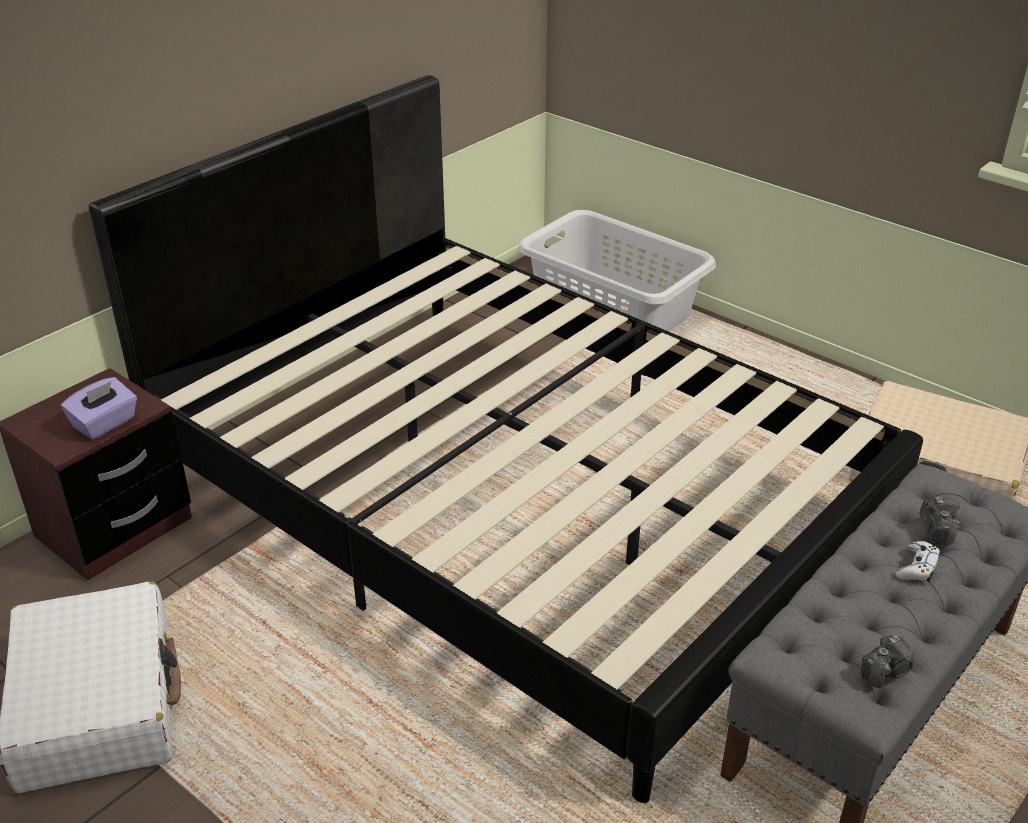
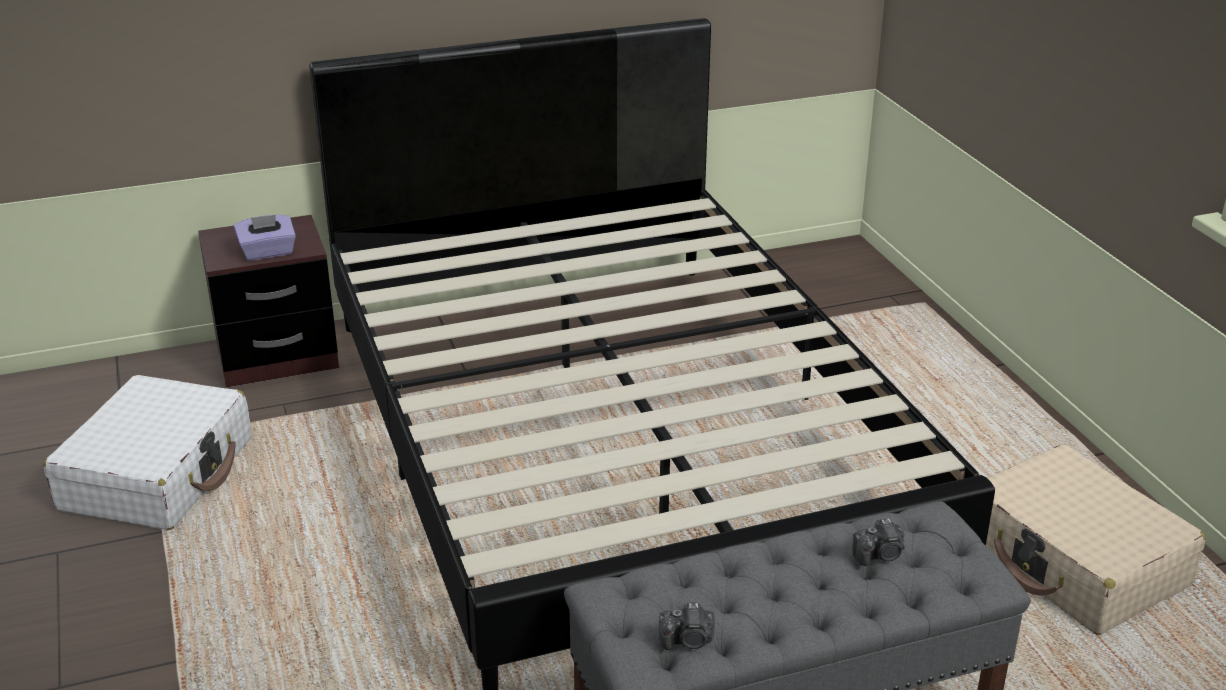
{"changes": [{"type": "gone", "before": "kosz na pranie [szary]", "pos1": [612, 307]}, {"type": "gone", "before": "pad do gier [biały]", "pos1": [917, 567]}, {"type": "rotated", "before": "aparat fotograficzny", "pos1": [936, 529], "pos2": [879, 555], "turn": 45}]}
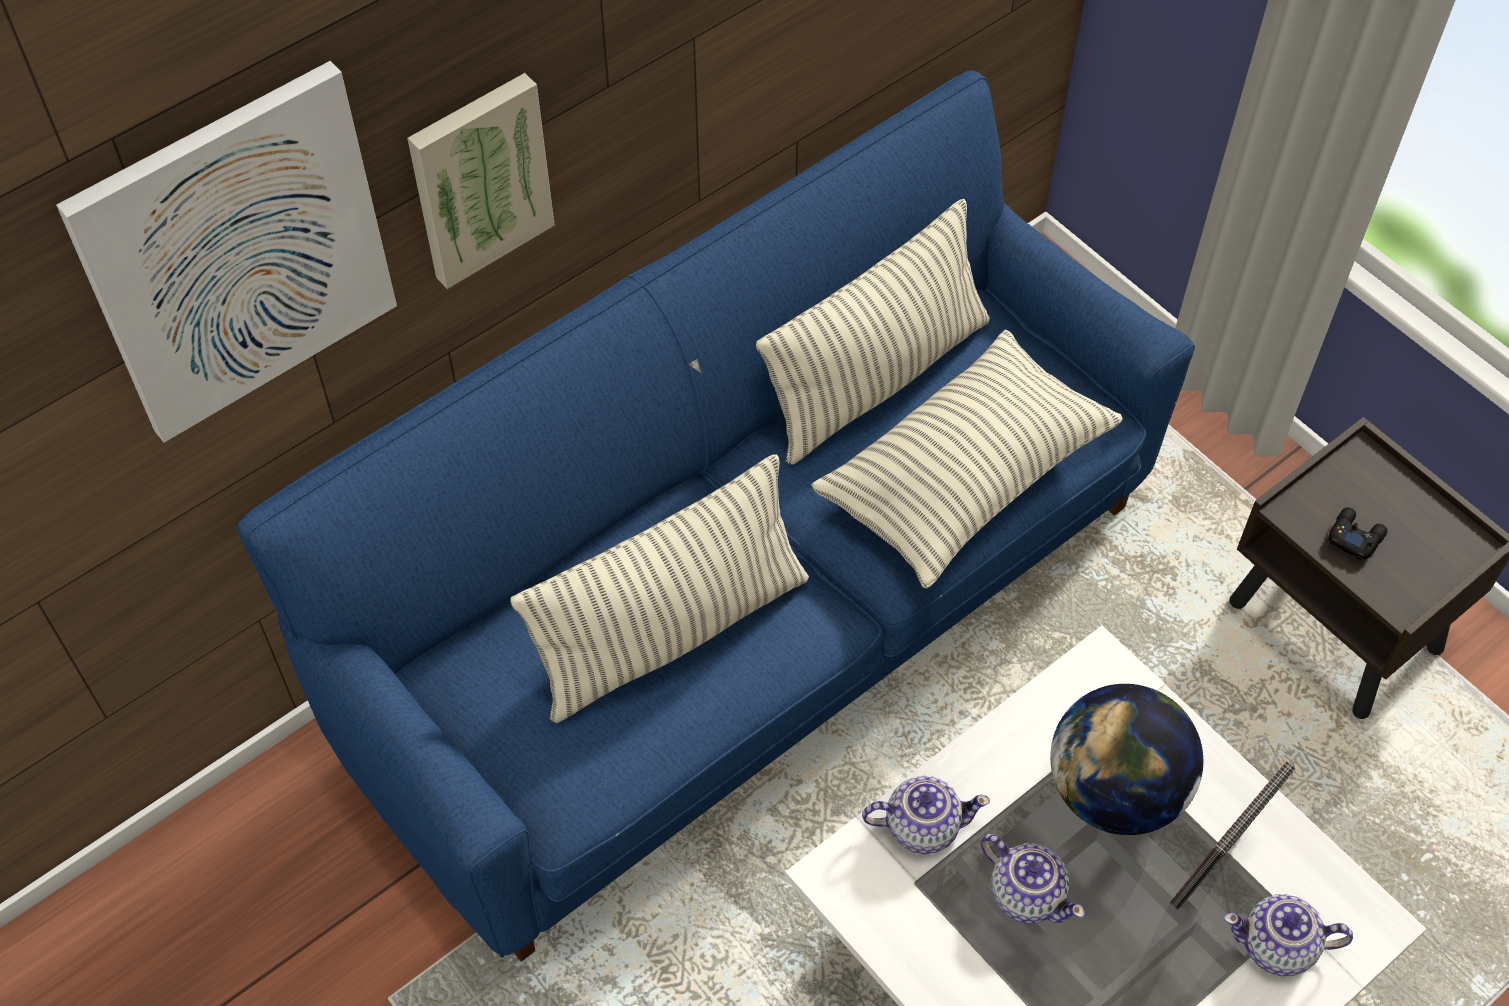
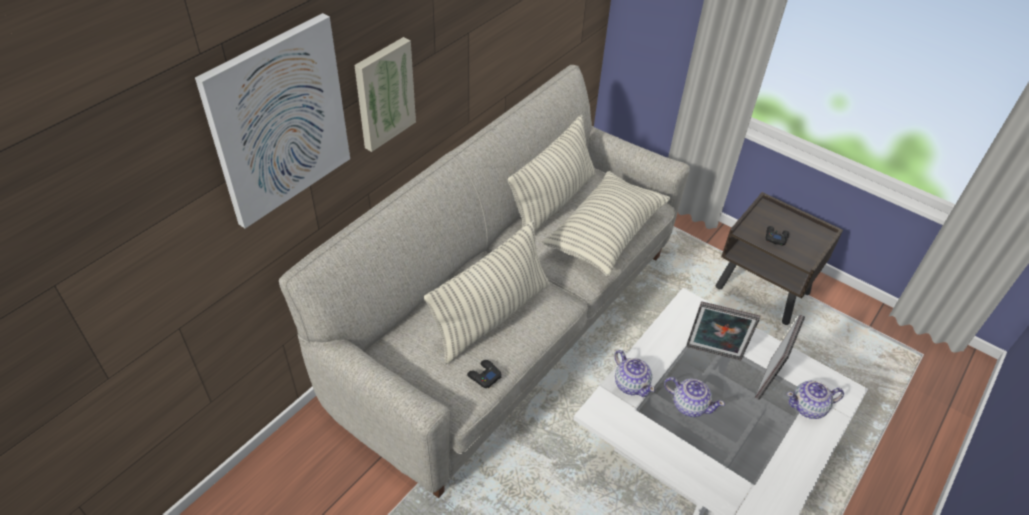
{"changes": [{"type": "new", "after": "pad do gier [czarny]", "pos2": [484, 376]}, {"type": "swapped", "before": "globus", "after": "ramka na zdjęcie", "pos1": [1115, 791], "pos2": [713, 354]}, {"type": "repainted", "before": "kanapa [niebieski]", "after": "kanapa [szary]", "pos1": [753, 621], "pos2": [510, 327]}, {"type": "rotated", "before": "imbryk", "pos1": [921, 825], "pos2": [631, 384], "turn": 75}]}
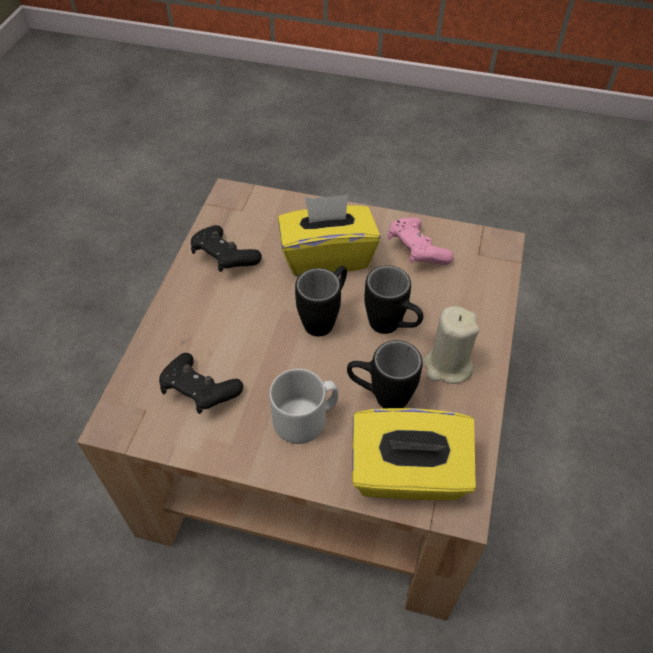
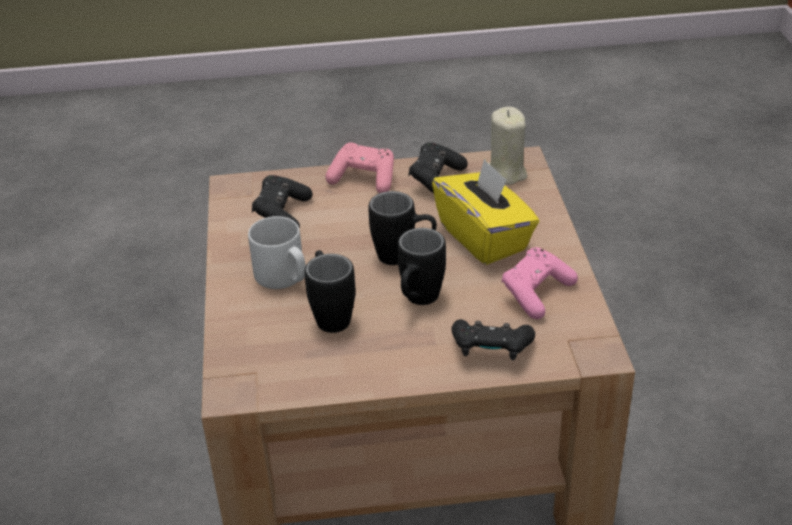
{"changes": [{"type": "gone", "before": "pudełko chusteczek [żółty]", "pos1": [408, 475]}, {"type": "new", "after": "pad do gier [różowy]", "pos2": [364, 179]}, {"type": "new", "after": "pad do gier [czarny]", "pos2": [491, 351]}, {"type": "shifted", "before": "świeca [beżowy]", "pos1": [447, 365], "pos2": [505, 173]}]}
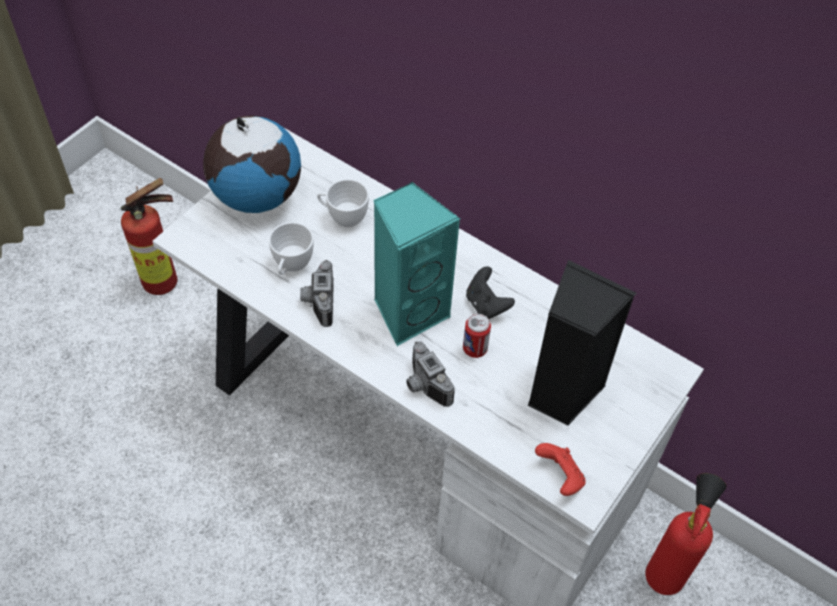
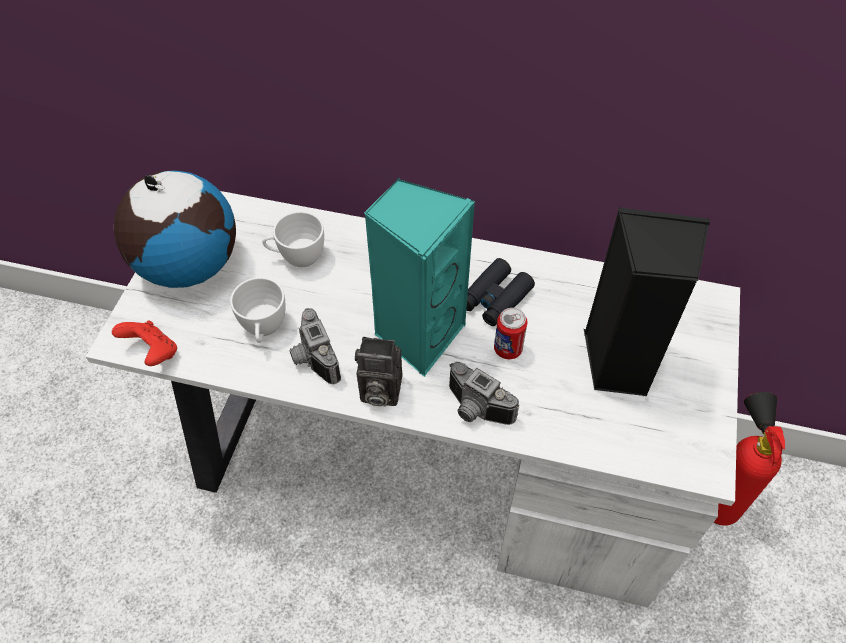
{"changes": [{"type": "gone", "before": "gaśnica", "pos1": [166, 282]}, {"type": "new", "after": "aparat fotograficzny", "pos2": [378, 391]}, {"type": "shifted", "before": "pad do gier [czerwony]", "pos1": [560, 477], "pos2": [153, 353]}, {"type": "swapped", "before": "pad do gier [czarny]", "after": "lornetka [czarny]", "pos1": [486, 305], "pos2": [495, 298]}]}
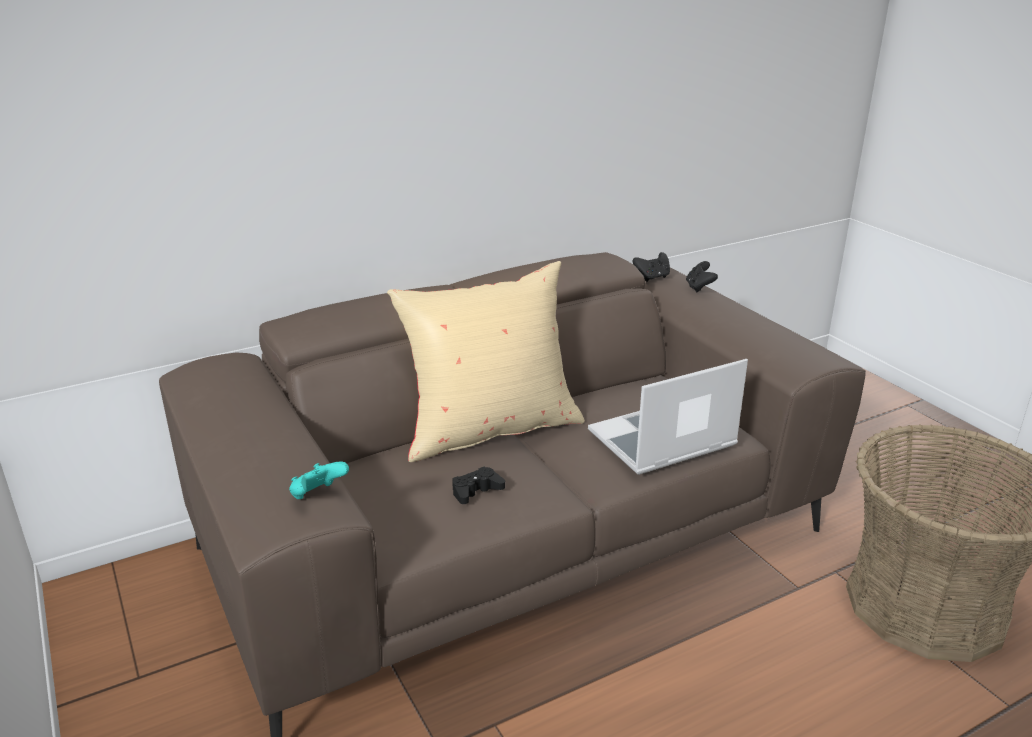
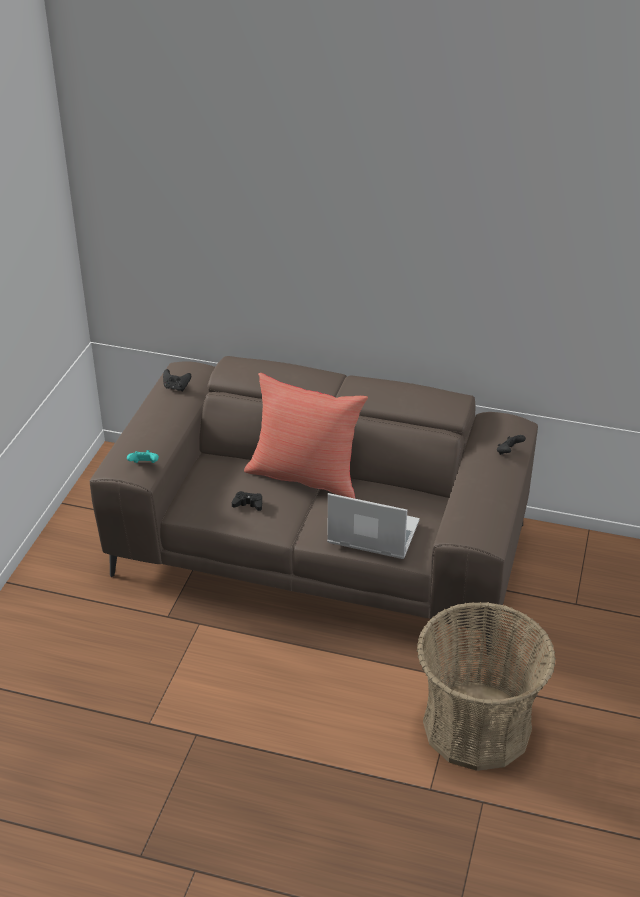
{"changes": [{"type": "shifted", "before": "pad do gier [czarny]", "pos1": [652, 277], "pos2": [176, 387]}, {"type": "repainted", "before": "poduszka [beżowy]", "after": "poduszka [czerwony]", "pos1": [490, 429], "pos2": [305, 476]}]}
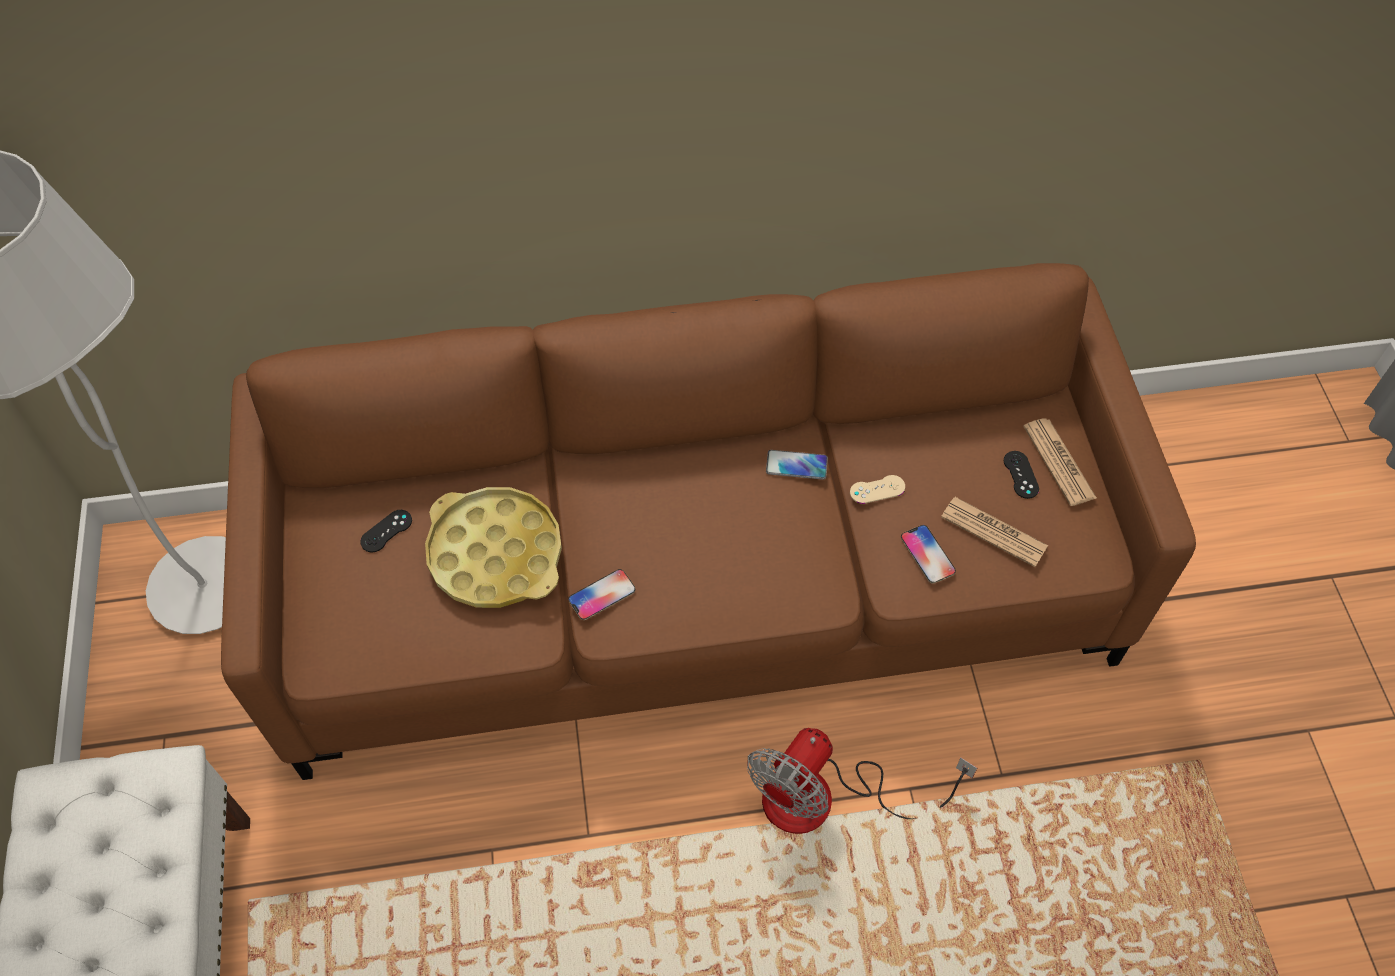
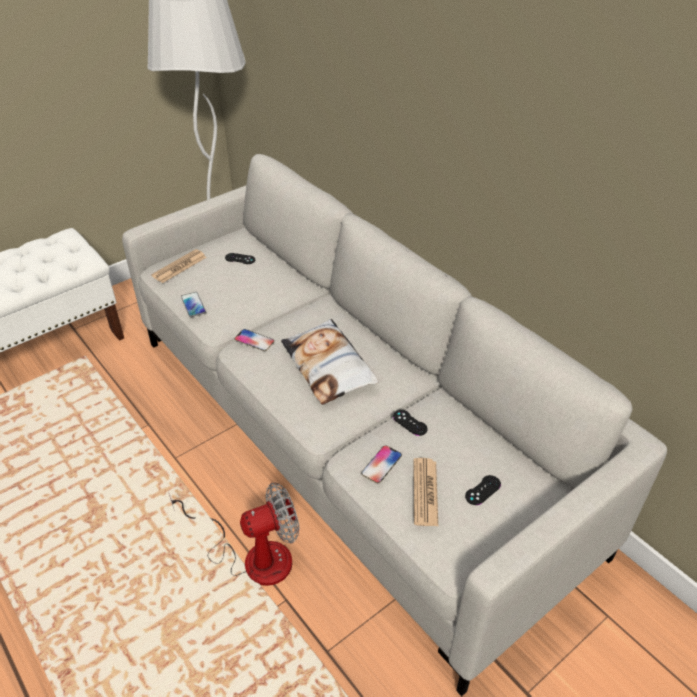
{"changes": [{"type": "gone", "before": "taca [żółty]", "pos1": [495, 554]}, {"type": "new", "after": "poduszka", "pos2": [329, 366]}, {"type": "shifted", "before": "telefon", "pos1": [796, 465], "pos2": [193, 305]}, {"type": "shifted", "before": "gazeta", "pos1": [1059, 462], "pos2": [179, 267]}, {"type": "repainted", "before": "kanapa [brązowy]", "after": "kanapa [szary]", "pos1": [697, 589], "pos2": [348, 438]}, {"type": "repainted", "before": "pad do gier [beżowy]", "after": "pad do gier [czarny]", "pos1": [877, 489], "pos2": [410, 423]}, {"type": "rotated", "before": "wentylator", "pos1": [824, 799], "pos2": [253, 556], "turn": 150}]}
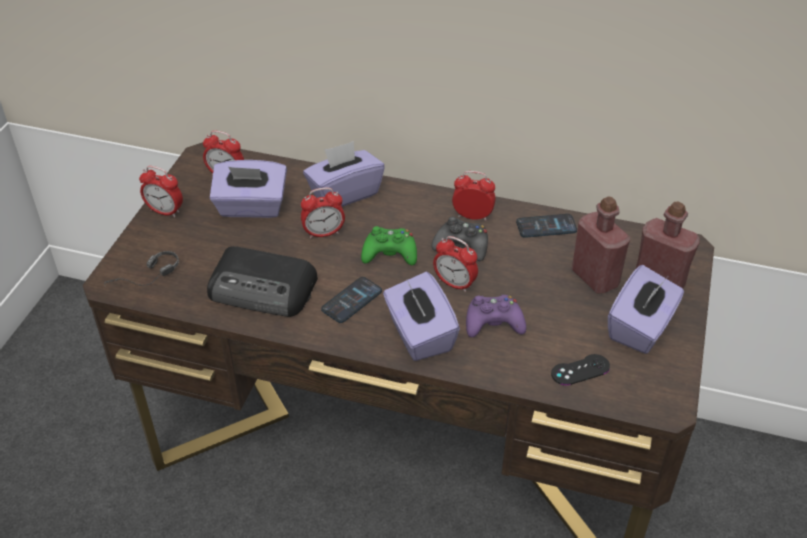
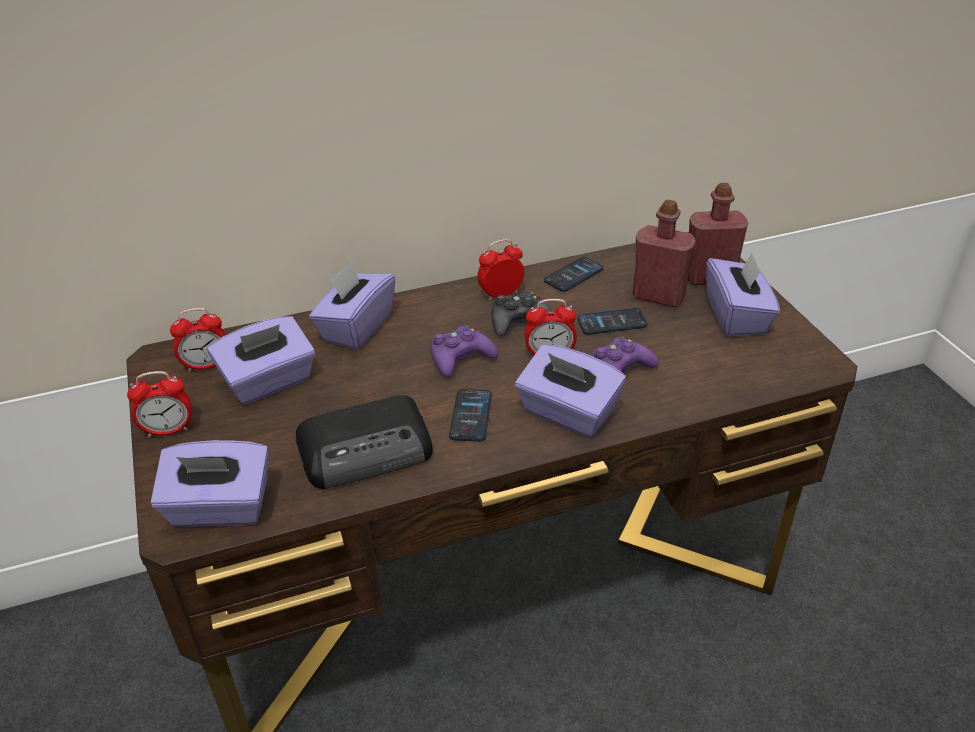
{"changes": [{"type": "gone", "before": "budzik", "pos1": [323, 233]}, {"type": "gone", "before": "pad do gier [czarny]", "pos1": [580, 370]}, {"type": "new", "after": "telefon", "pos2": [611, 322]}, {"type": "swapped", "before": "słuchawki", "after": "pudełko chusteczek [fioletowy]", "pos1": [146, 280], "pos2": [220, 508]}, {"type": "repainted", "before": "pad do gier [zielony]", "after": "pad do gier [fioletowy]", "pos1": [390, 253], "pos2": [460, 358]}]}
